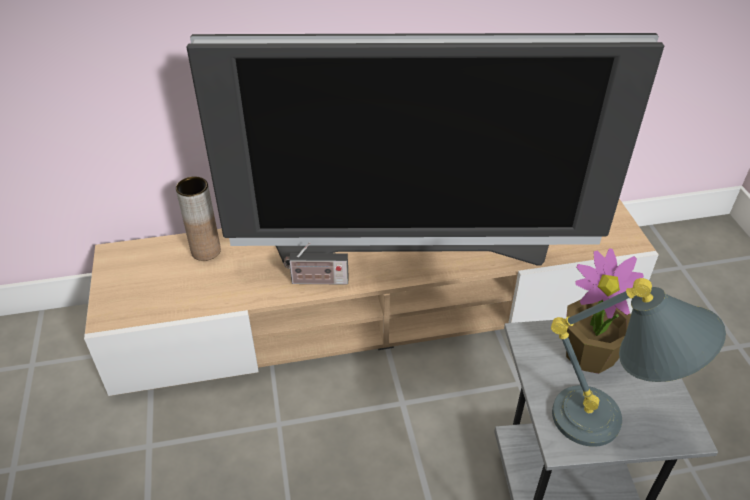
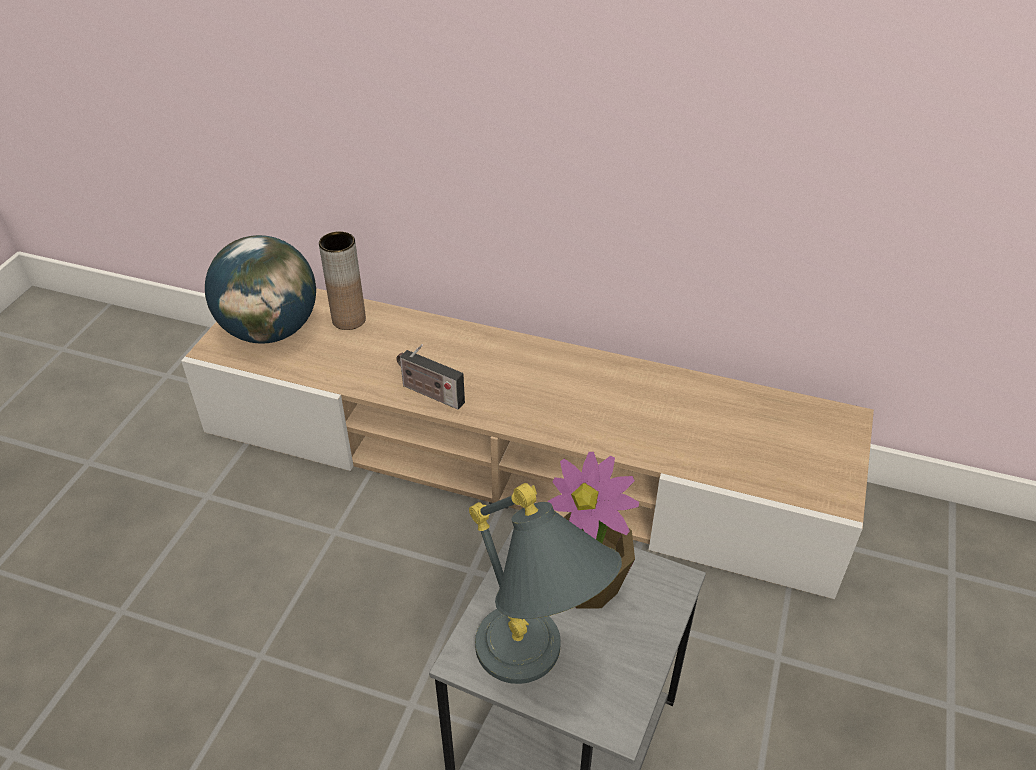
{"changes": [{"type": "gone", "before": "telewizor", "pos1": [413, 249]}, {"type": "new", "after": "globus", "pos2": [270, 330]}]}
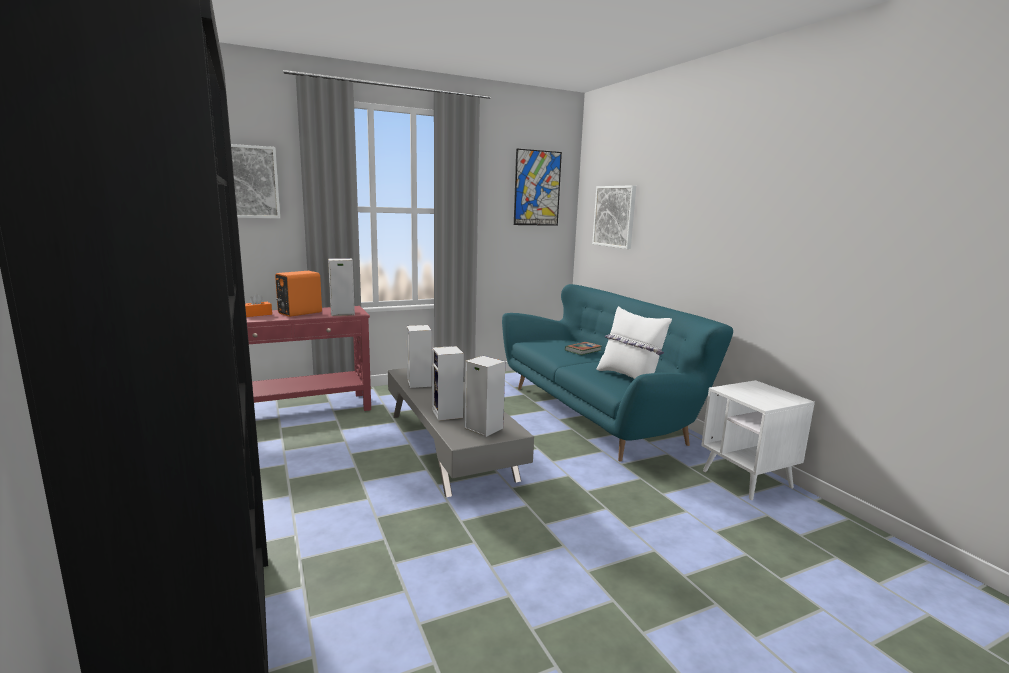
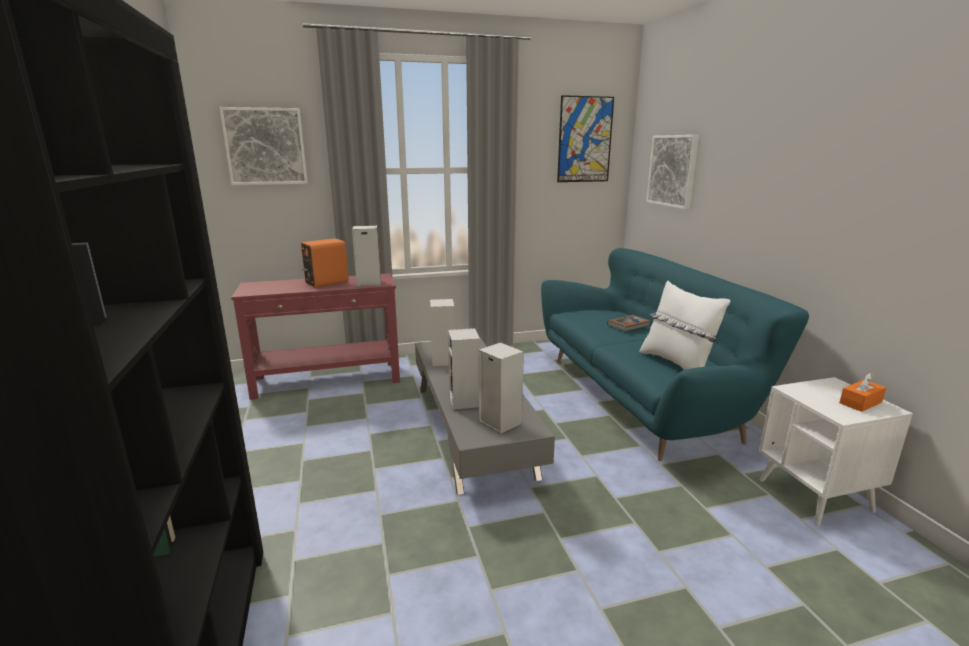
{"changes": [{"type": "shifted", "before": "pudełko chusteczek [pomarańczowy]", "pos1": [257, 314], "pos2": [860, 403]}]}
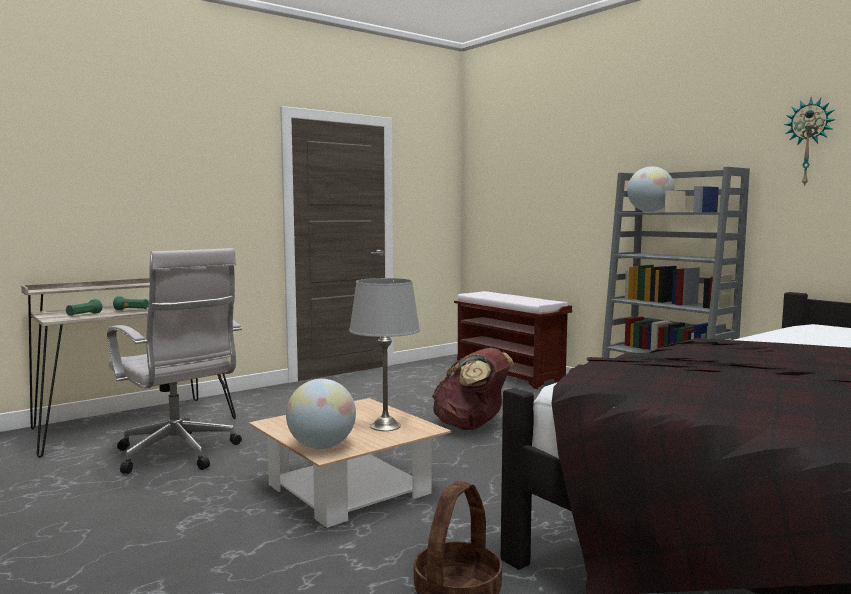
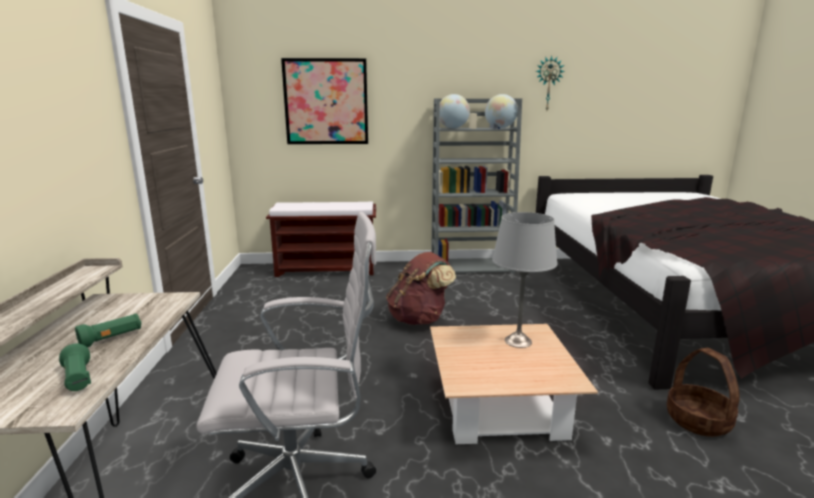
{"changes": [{"type": "new", "after": "obraz", "pos2": [326, 102]}, {"type": "shifted", "before": "globus", "pos1": [322, 446], "pos2": [500, 128]}]}
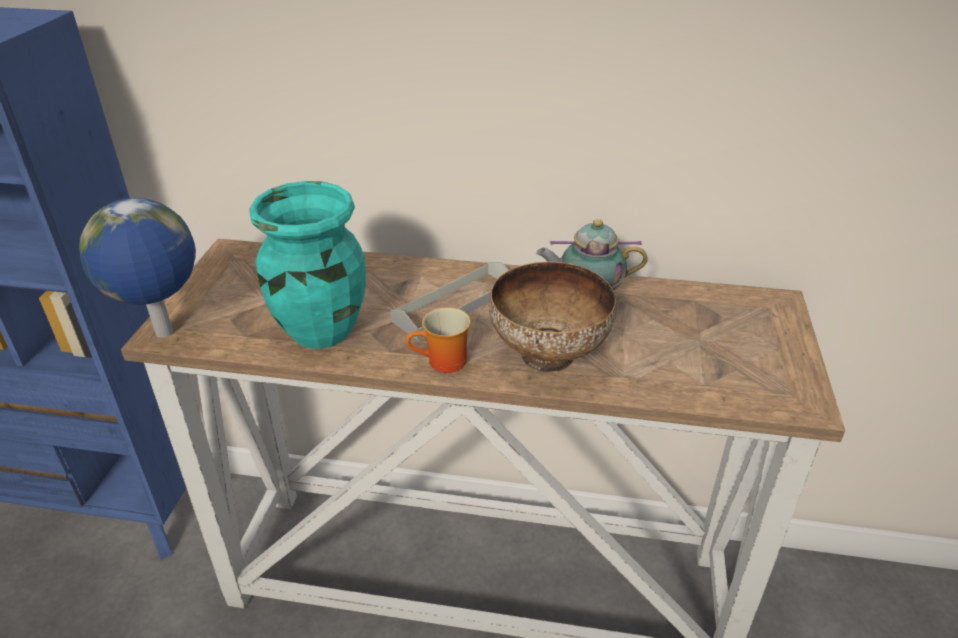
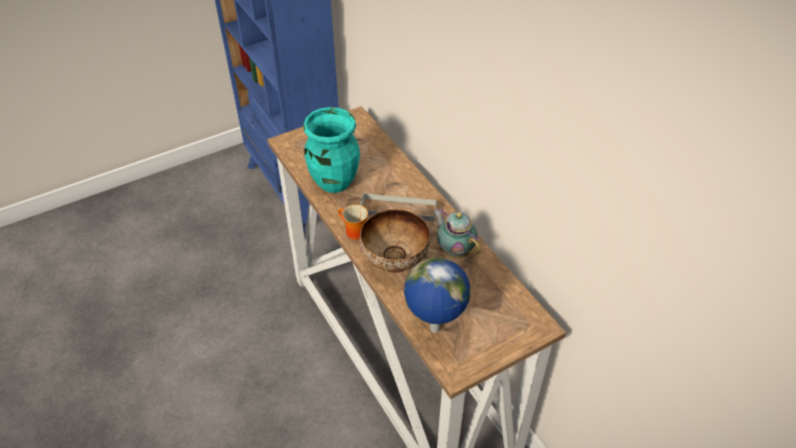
{"changes": [{"type": "shifted", "before": "globus", "pos1": [165, 334], "pos2": [434, 329]}]}
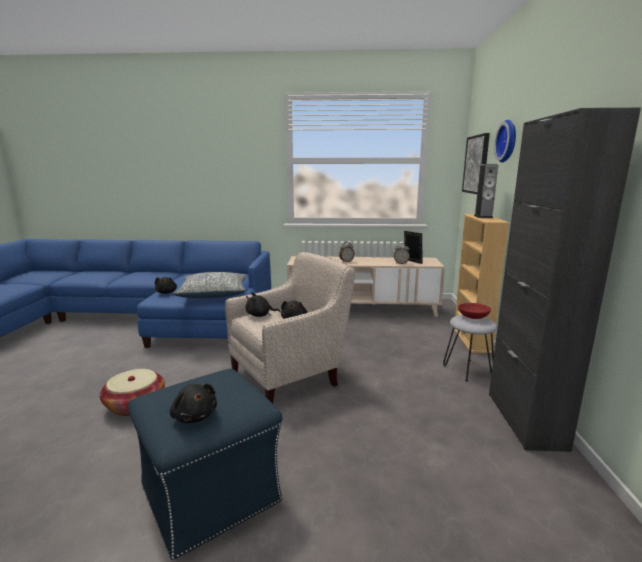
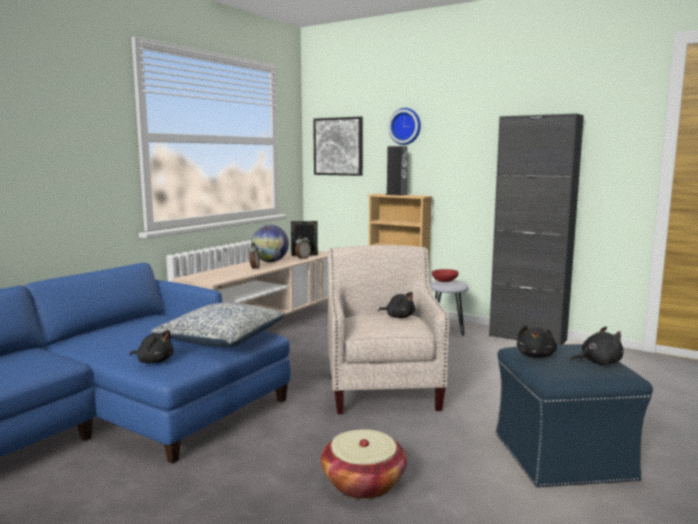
{"changes": [{"type": "new", "after": "globus", "pos2": [270, 261]}, {"type": "shifted", "before": "pluszak [czarny]", "pos1": [260, 315], "pos2": [536, 355]}]}
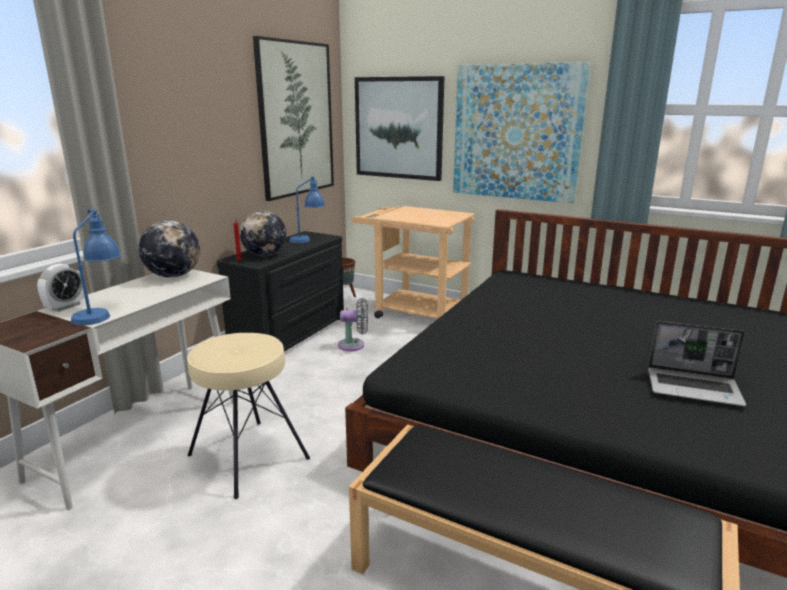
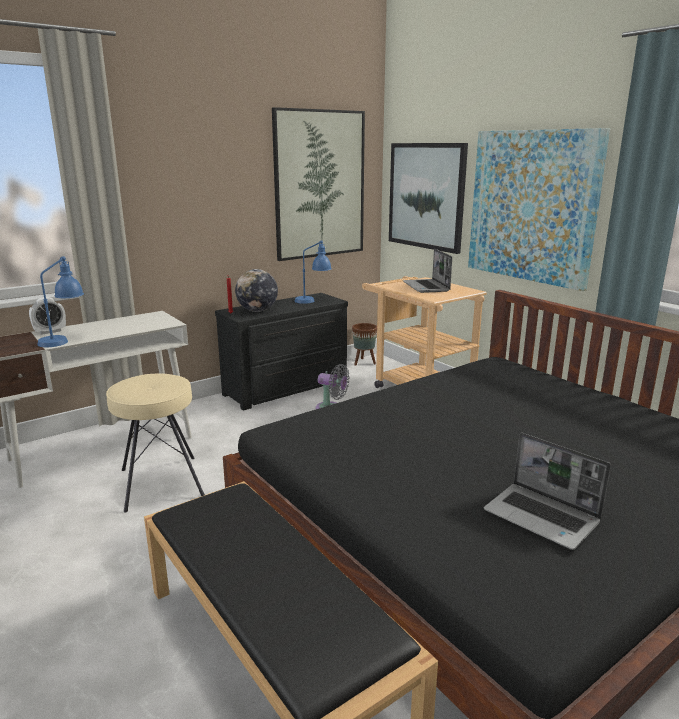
{"changes": [{"type": "gone", "before": "globus", "pos1": [173, 276]}, {"type": "new", "after": "laptop", "pos2": [426, 287]}]}
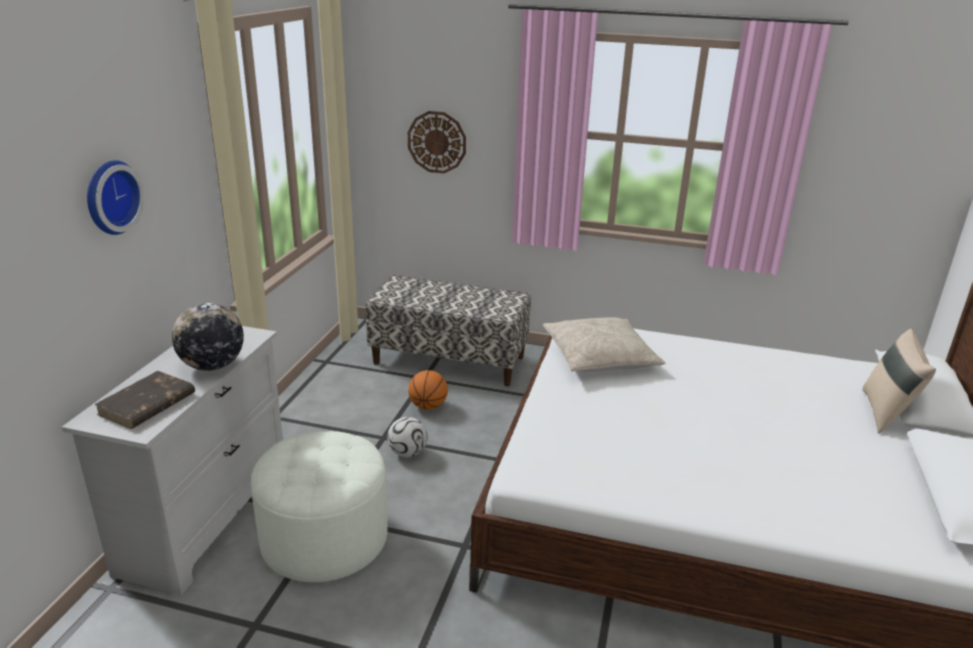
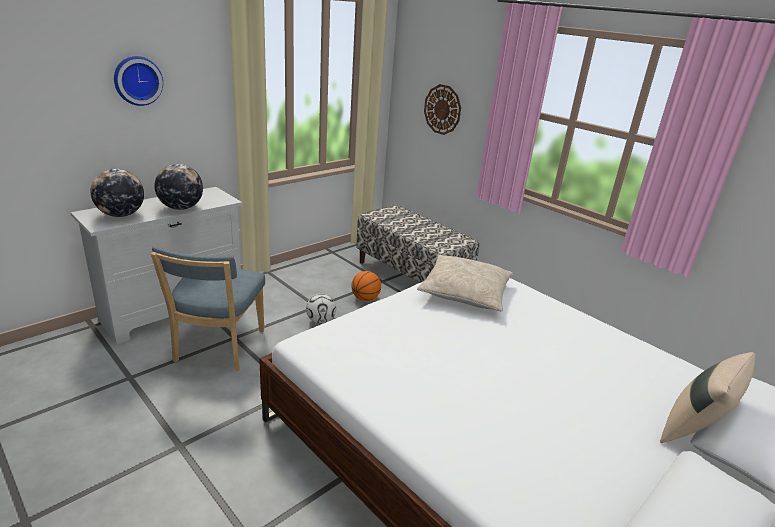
{"changes": [{"type": "swapped", "before": "książka [brązowy]", "after": "globus", "pos1": [146, 404], "pos2": [121, 215]}, {"type": "swapped", "before": "pufa [biały]", "after": "krzesło [niebieski]", "pos1": [324, 538], "pos2": [217, 348]}]}
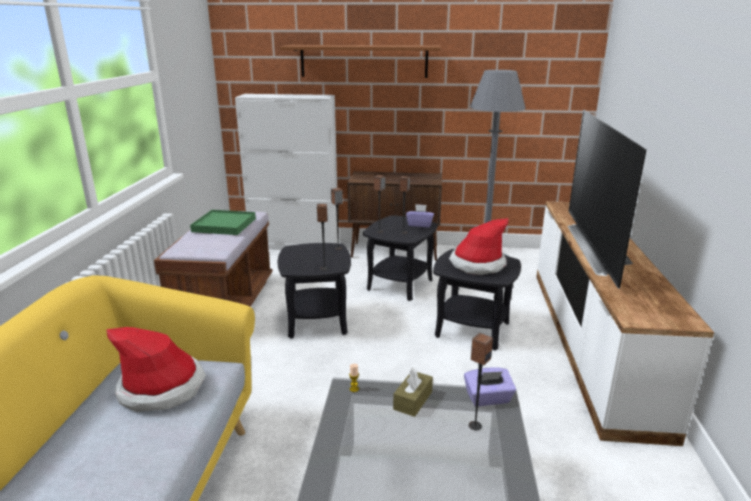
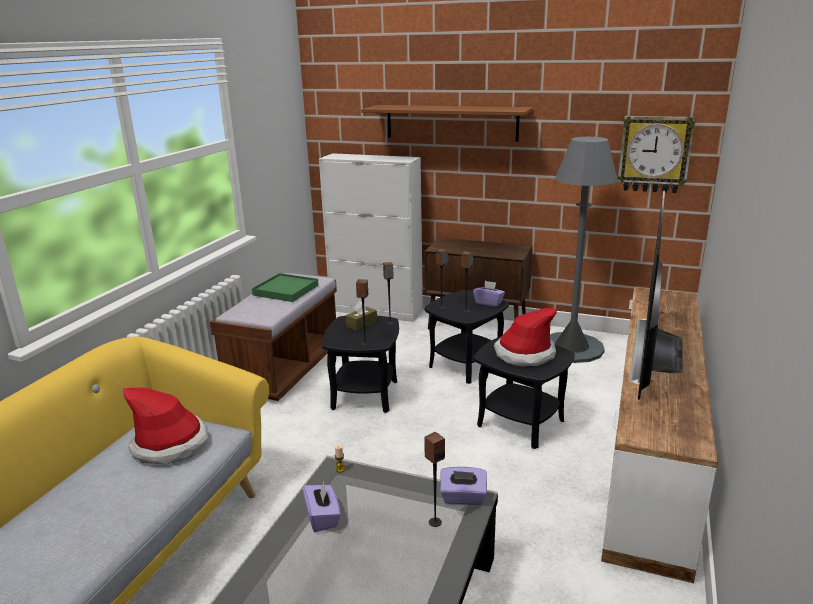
{"changes": [{"type": "new", "after": "pudełko chusteczek [fioletowy]", "pos2": [322, 517]}, {"type": "new", "after": "zegar ścienny", "pos2": [654, 154]}, {"type": "shifted", "before": "pudełko chusteczek [brązowy]", "pos1": [413, 400], "pos2": [361, 324]}]}
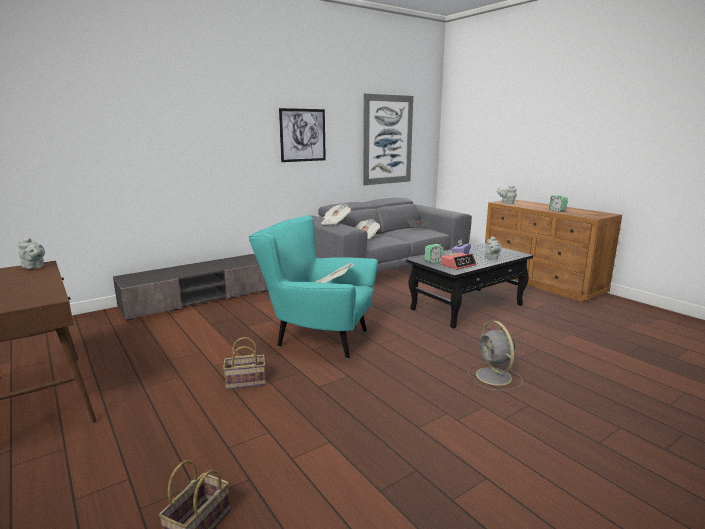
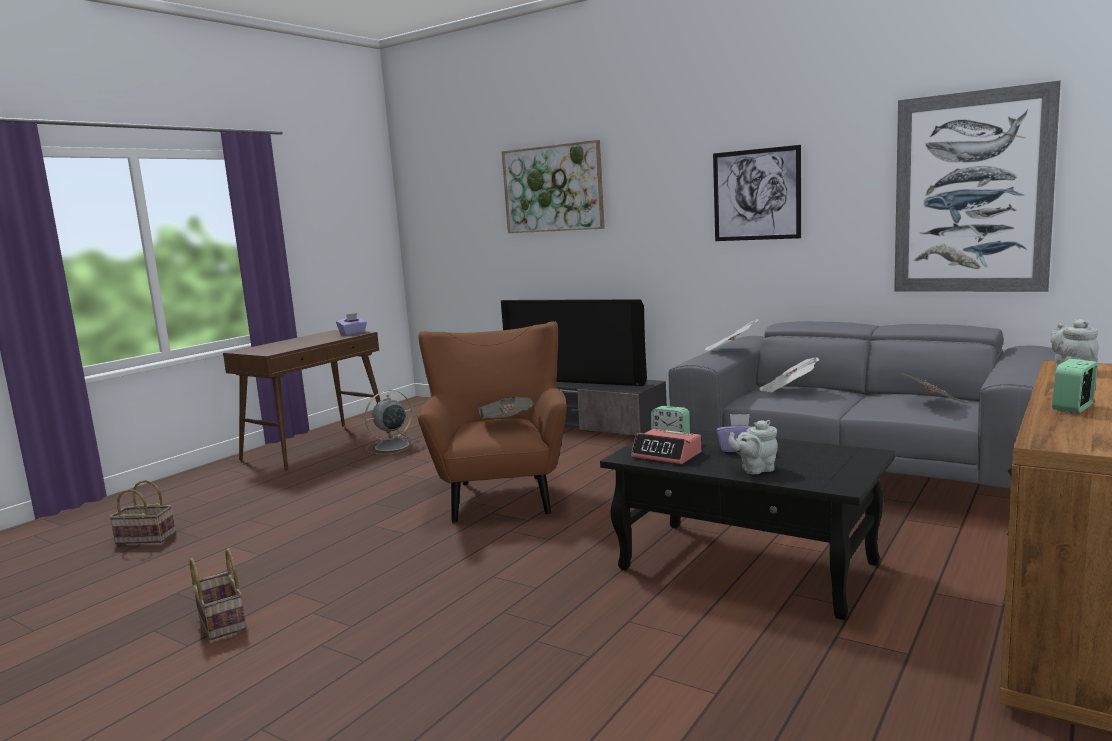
{"changes": [{"type": "new", "after": "telewizor", "pos2": [576, 380]}, {"type": "new", "after": "obraz", "pos2": [553, 188]}, {"type": "shifted", "before": "koszyk", "pos1": [244, 382], "pos2": [220, 622]}, {"type": "shifted", "before": "wentylator [szary]", "pos1": [494, 377], "pos2": [390, 446]}, {"type": "swapped", "before": "imbryk [szary]", "after": "pudełko chusteczek [fioletowy]", "pos1": [34, 267], "pos2": [353, 333]}, {"type": "repainted", "before": "fotel [turkusowy]", "after": "fotel [brązowy]", "pos1": [315, 338], "pos2": [501, 495]}]}
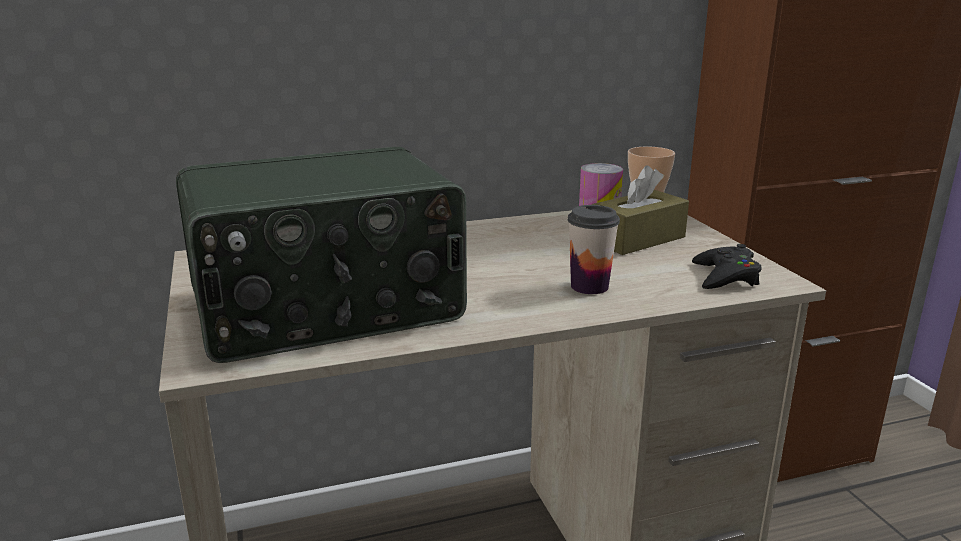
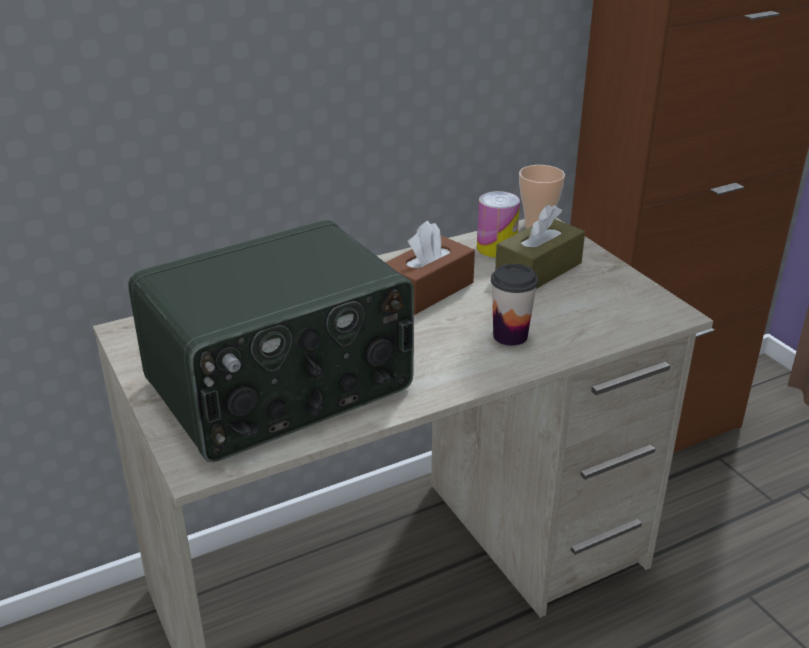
{"changes": [{"type": "gone", "before": "pad do gier [czarny]", "pos1": [725, 276]}, {"type": "new", "after": "pudełko chusteczek [brązowy]", "pos2": [427, 290]}]}
